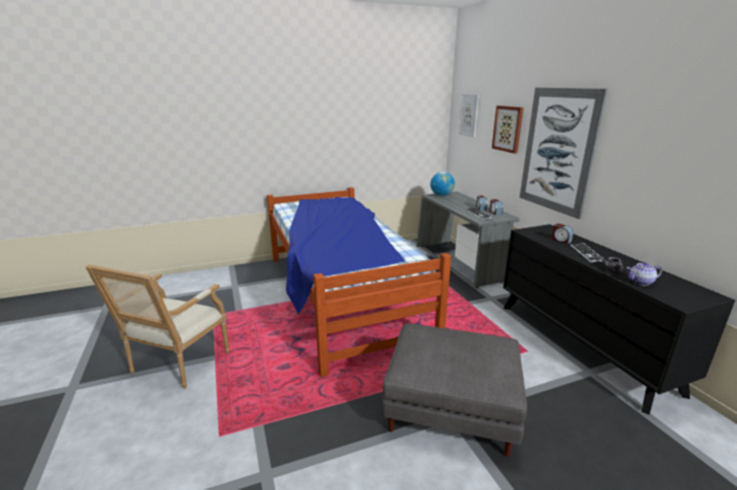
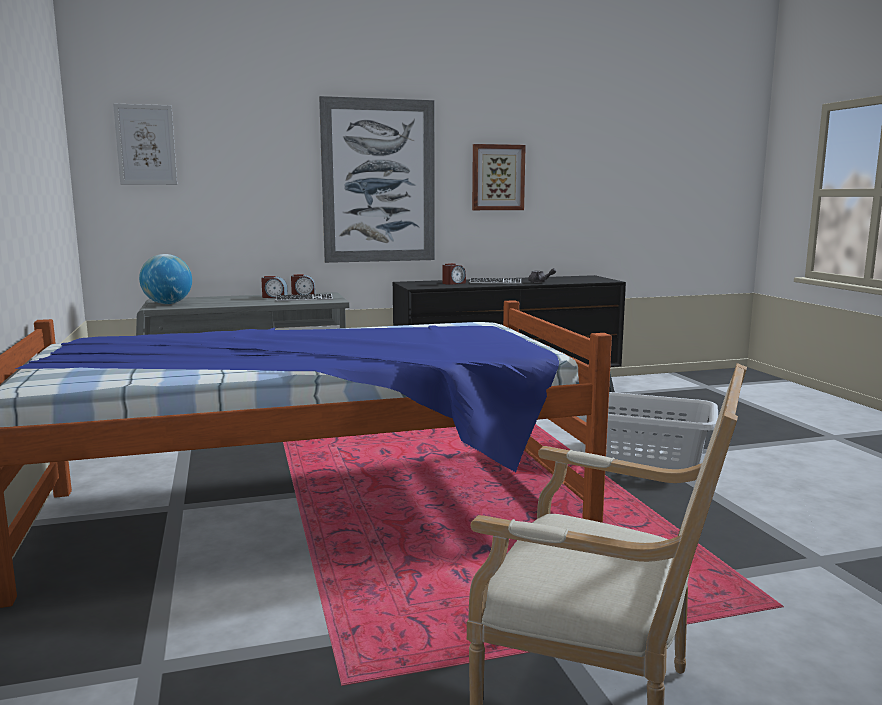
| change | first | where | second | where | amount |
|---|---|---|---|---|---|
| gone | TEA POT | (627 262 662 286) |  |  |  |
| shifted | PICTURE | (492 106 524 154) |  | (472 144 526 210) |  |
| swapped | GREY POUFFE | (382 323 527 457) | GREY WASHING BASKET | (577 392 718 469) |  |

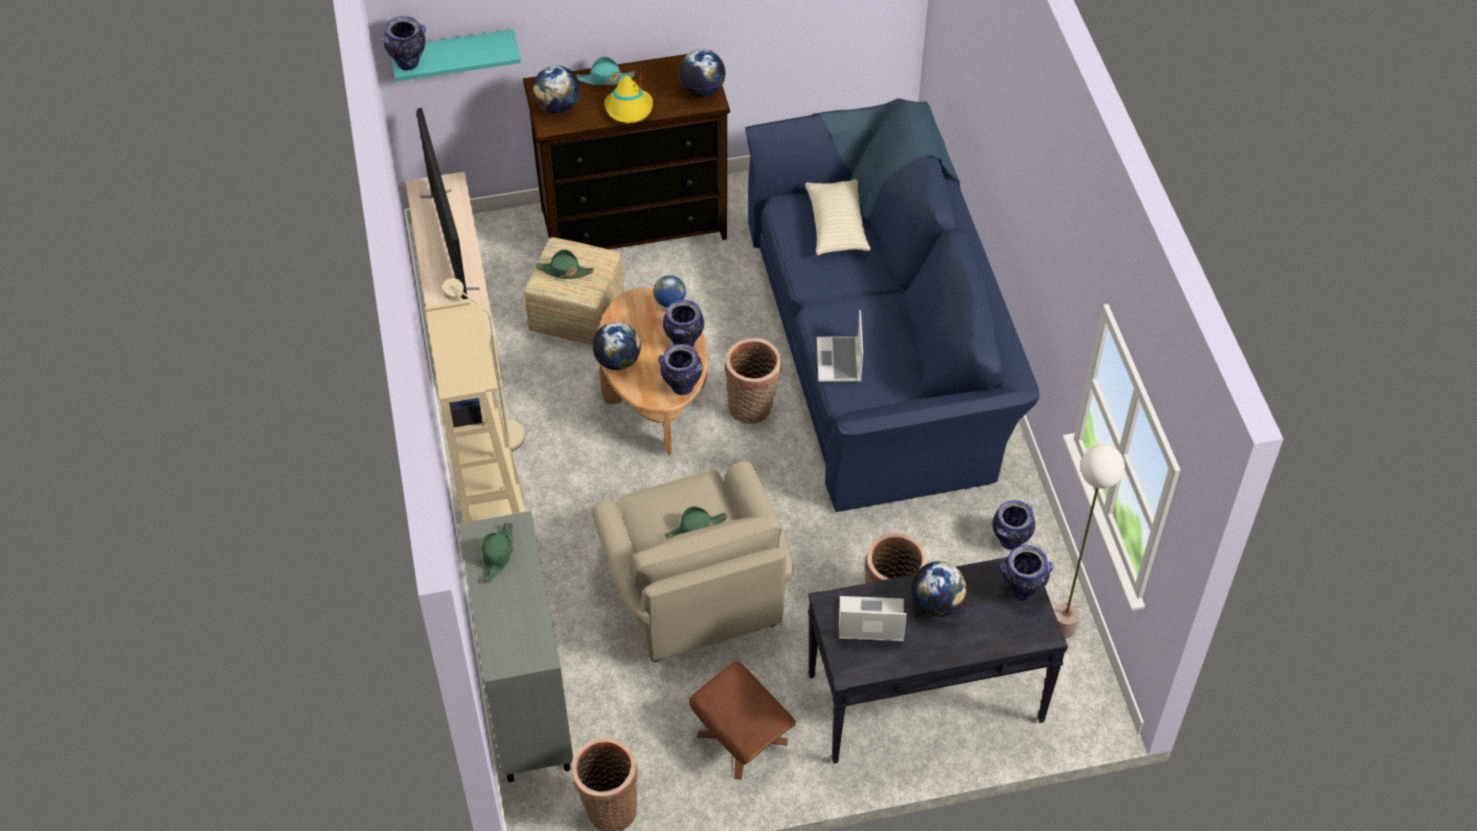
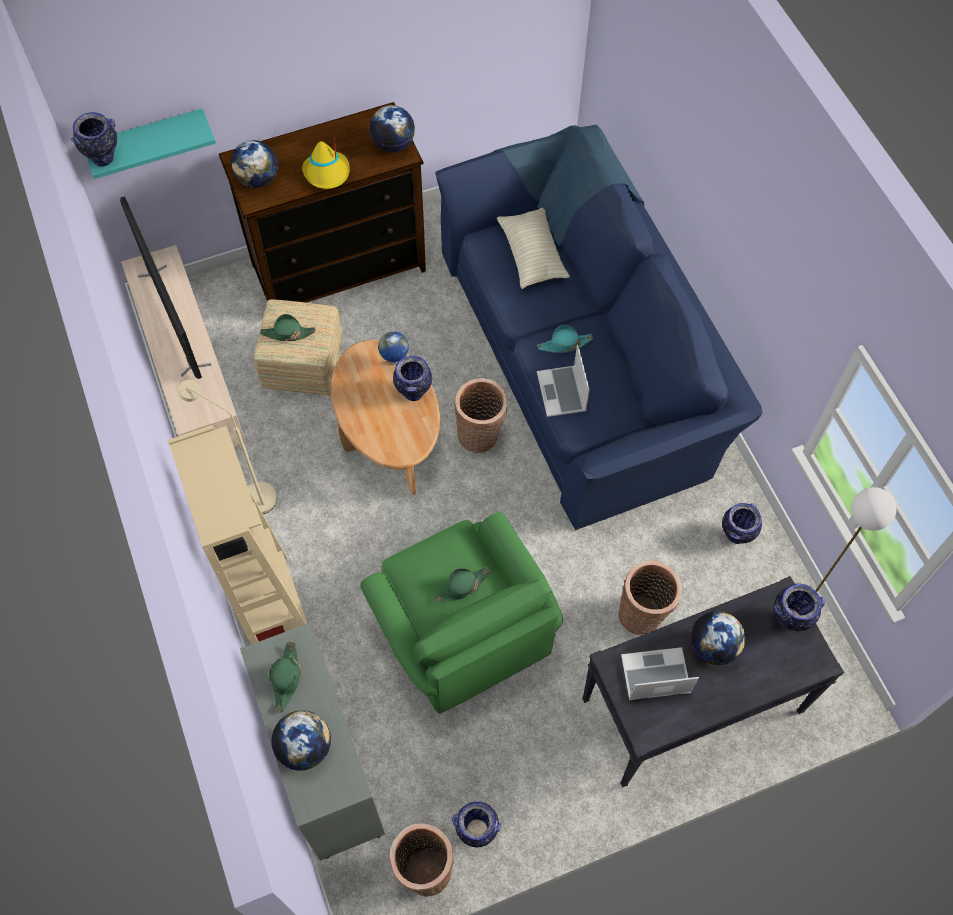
| change | first | where | second | where | amount |
|---|---|---|---|---|---|
| gone | BROWN-COLOURED POUFFE | (689 661 796 779) |  |  |  |
| shifted | BLUE-GREEN HAT | (576 56 635 85) |  | (537 325 593 353) |  |
| shifted | GLOBE | (592 322 641 370) |  | (271 710 331 771) |  |
| shifted | FLOWER VASE | (658 344 703 395) |  | (452 802 501 847) |  |
| repainted | BEIGE-COLOURED EASY CHAIR | (591 461 793 662) | GREEN EASY CHAIR | (360 512 563 714) |  |

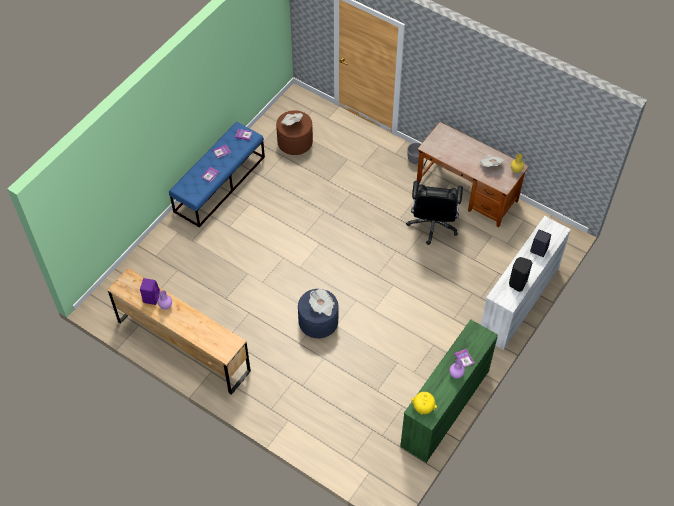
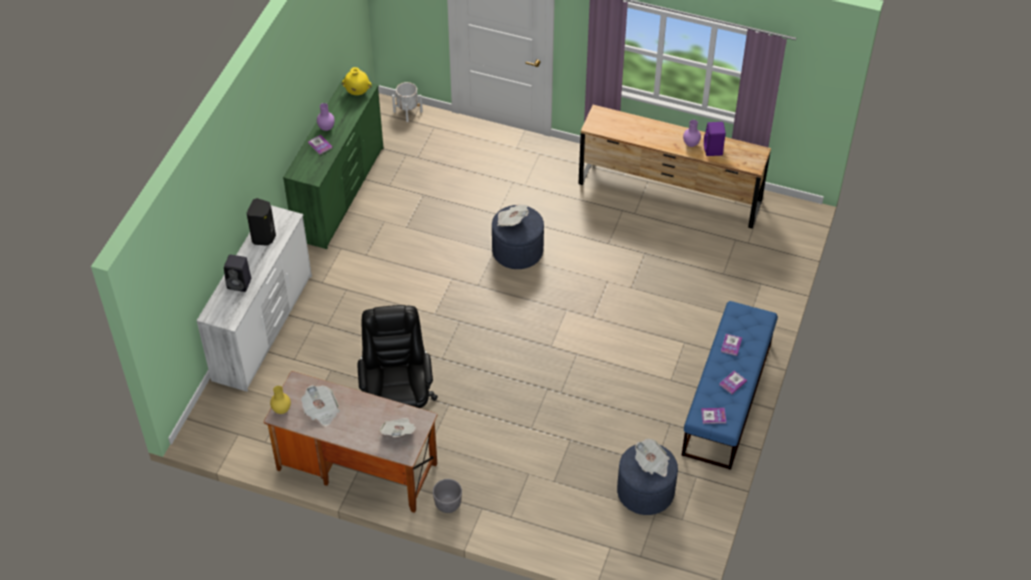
| change | first | where | second | where | amount |
|---|---|---|---|---|---|
| new |  |  | NEWSPAPER | (380 417 417 437) |  |
| new |  |  | WHITE PLANT POT | (392 82 423 122) |  |
| repainted | BROWN-COLOURED POUFFE | (276 110 313 155) | BLUE POUFFE | (617 445 678 515) |  |

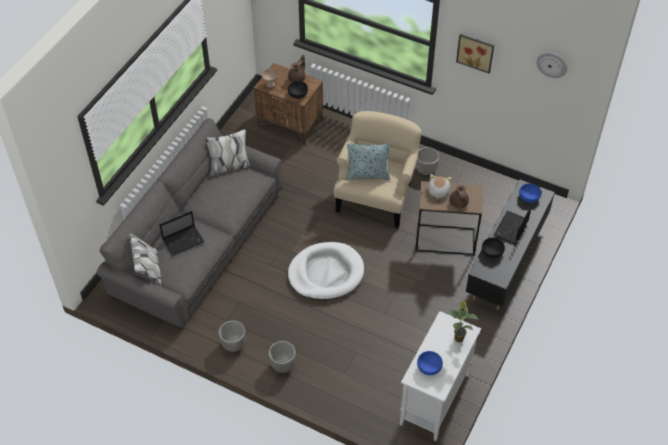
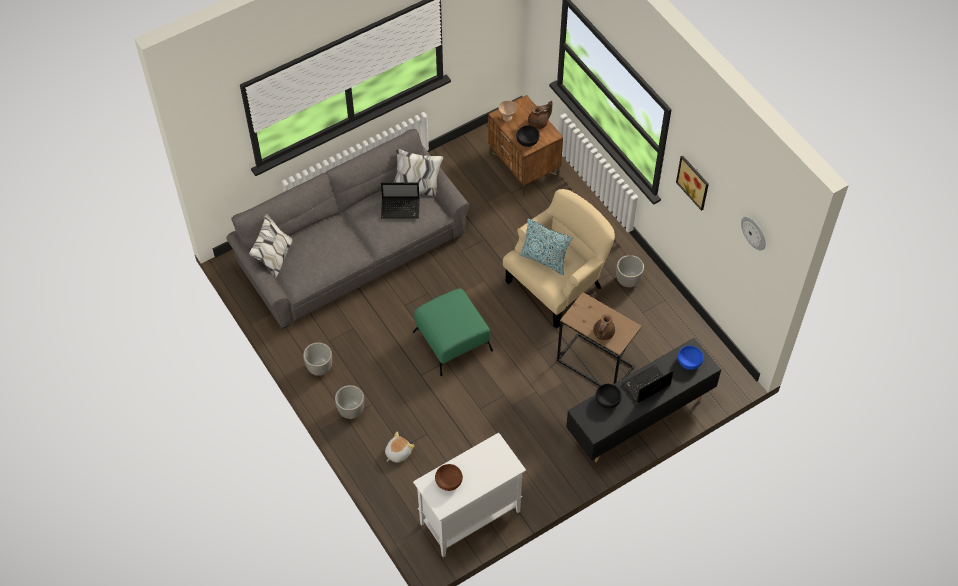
| change | first | where | second | where | amount |
|---|---|---|---|---|---|
| gone | POTTED PLANT | (449 301 478 342) |  |  |  |
| shifted | PORTABLE COMPUTER | (159 211 205 256) |  | (381 182 420 219) |  |
| shifted | SOFT TOY | (428 174 452 199) |  | (385 432 414 463) |  |
| swapped | WHITE DOG CUSHION | (288 242 364 301) | GREEN POUFFE | (413 289 493 376) |  |
| repainted | BLUE BOWL | (417 351 443 375) | BROWN-COLOURED BOWL | (435 464 463 491) |  |

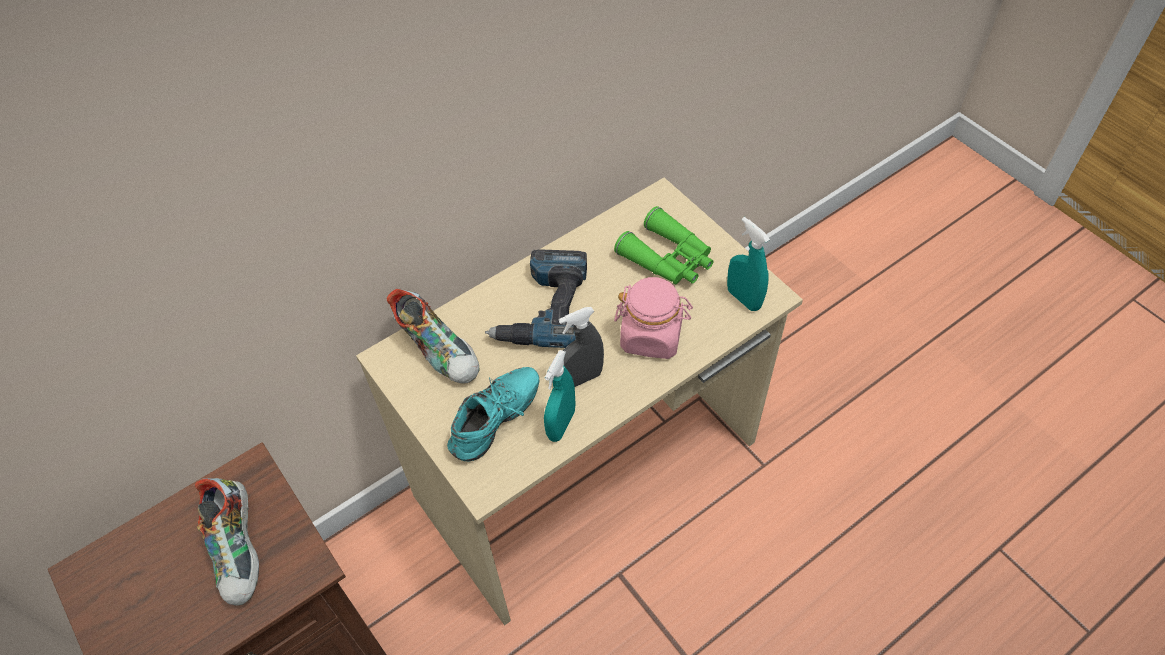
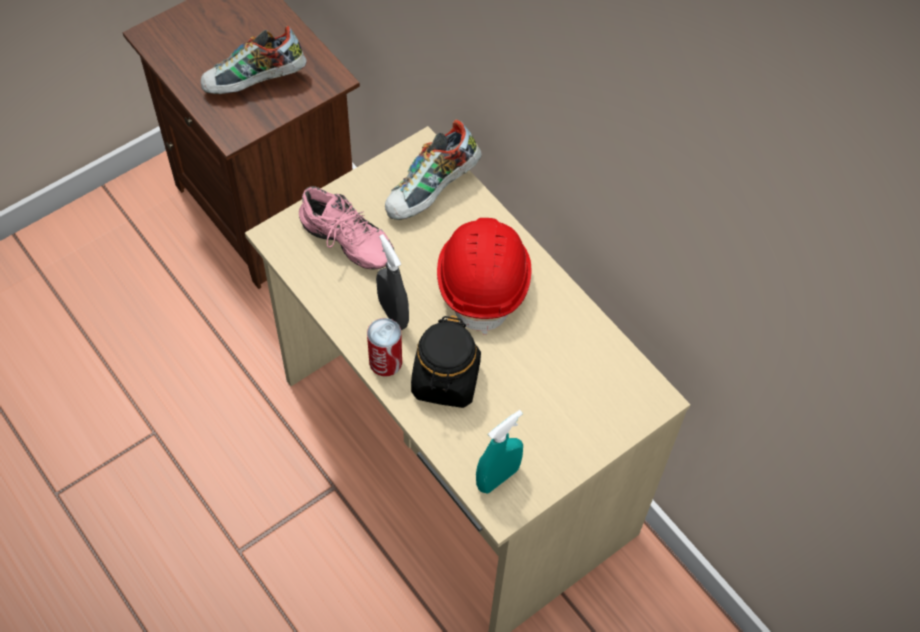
| change | first | where | second | where | amount |
|---|---|---|---|---|---|
| gone | BLUE-GREEN HAND SPRAYER | (544 350 576 442) |  |  |  |
| gone | GREEN BINOCULARS | (614 206 714 284) |  |  |  |
| new |  |  | METAL CAN | (367 318 402 376) |  |
| swapped | POWER DRILL | (485 249 587 348) | RED-COLOURED SAFETY HELMET | (437 218 532 335) |  |
| repainted | BLUE-GREEN LOW SHOE | (447 367 539 461) | PINK LOW SHOE | (299 186 394 269) |  |
| repainted | PINK PRESERVE JAR | (614 277 693 359) | BLACK-COLOURED PRESERVE JAR | (411 315 481 408) |  |

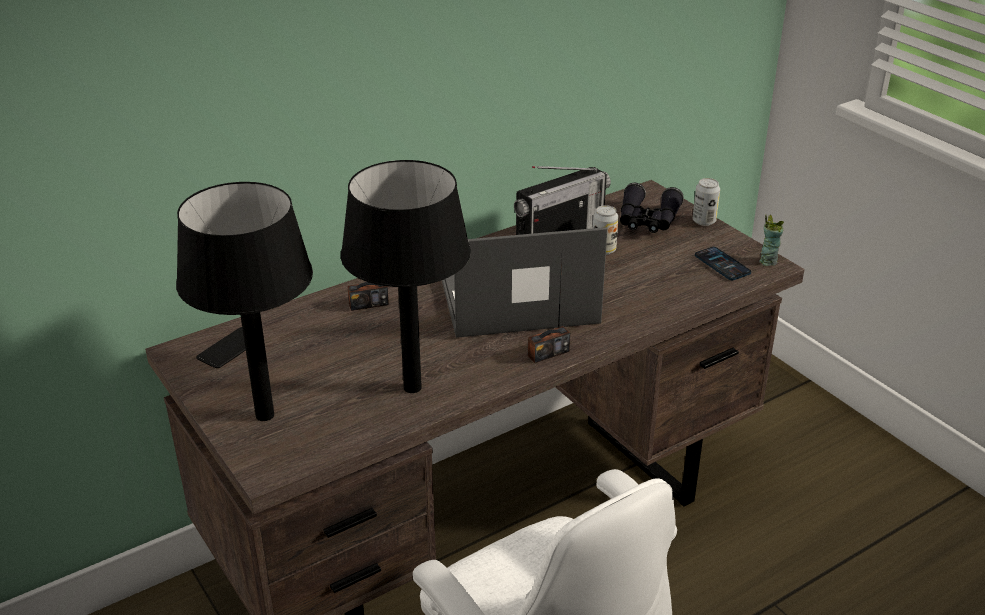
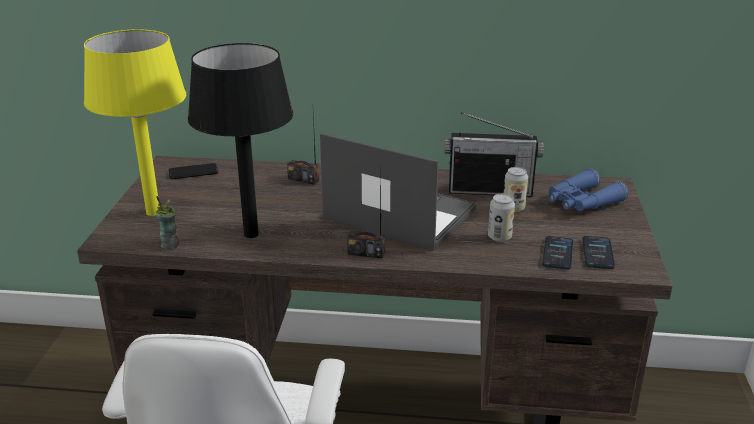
| change | first | where | second | where | amount |
|---|---|---|---|---|---|
| new |  |  | TELEPHONE | (542 236 573 270) |  |
| shifted | METAL CAN | (693 178 720 226) |  | (488 194 515 242) |  |
| shifted | DRINKING CUP | (759 214 784 266) |  | (156 196 179 250) |  |
| repainted | BLACK-COLOURED TABLE LAMP | (176 182 313 421) | YELLOW-COLOURED TABLE LAMP | (84 29 186 216) |  |
| repainted | BLACK-COLOURED BINOCULARS | (620 183 684 233) | BLUE BINOCULARS | (548 168 628 211) |  |

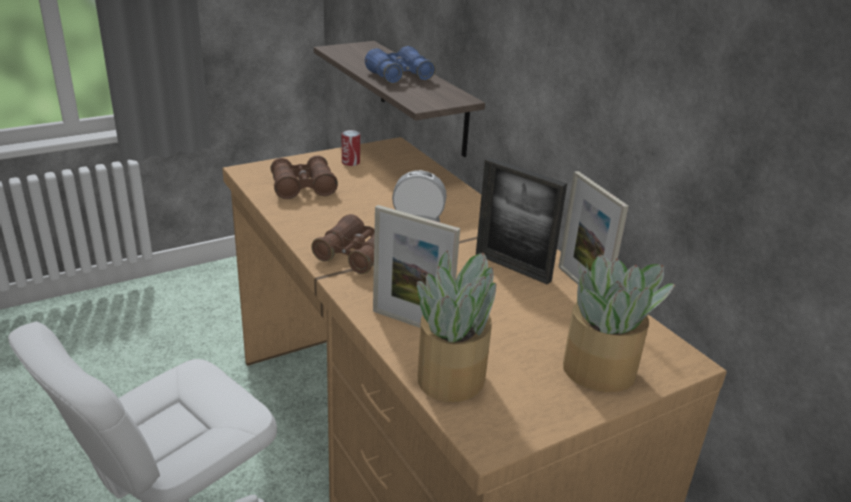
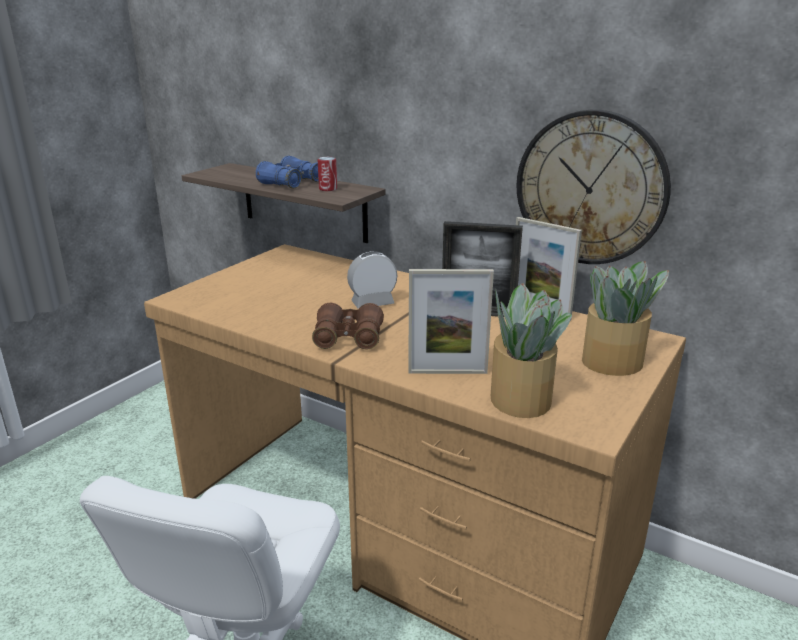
| change | first | where | second | where | amount |
|---|---|---|---|---|---|
| gone | BROWN-COLOURED BINOCULARS | (271 155 338 199) |  |  |  |
| new |  |  | WALL CLOCK | (517 110 671 264) |  |
| shifted | METAL CAN | (342 130 360 166) |  | (318 157 337 191) |  |

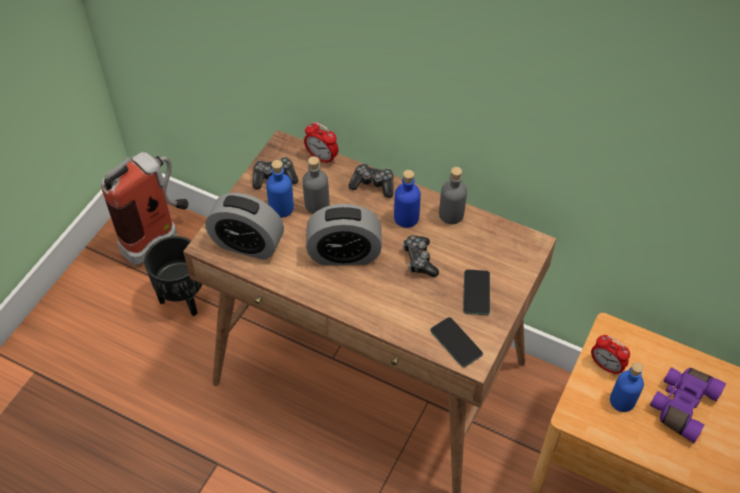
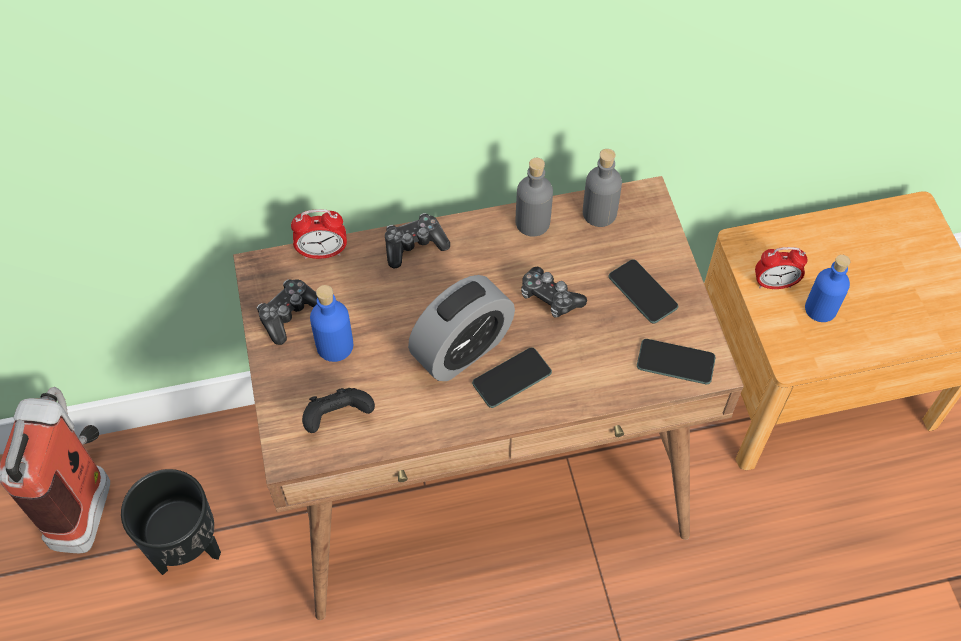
| change | first | where | second | where | amount |
|---|---|---|---|---|---|
| gone | BLUE DRINK BOTTLE | (394 170 421 228) |  |  |  |
| gone | PURPLISH BINOCULARS | (650 367 726 443) |  |  |  |
| new |  |  | TELEPHONE | (472 347 552 408) |  |
| shifted | GREY DRINK BOTTLE | (302 156 329 214) |  | (583 149 622 227) |  |
| swapped | TABLE CLOCK | (205 193 284 260) | BLACK-COLOURED JOYPAD | (302 388 375 433) |  |

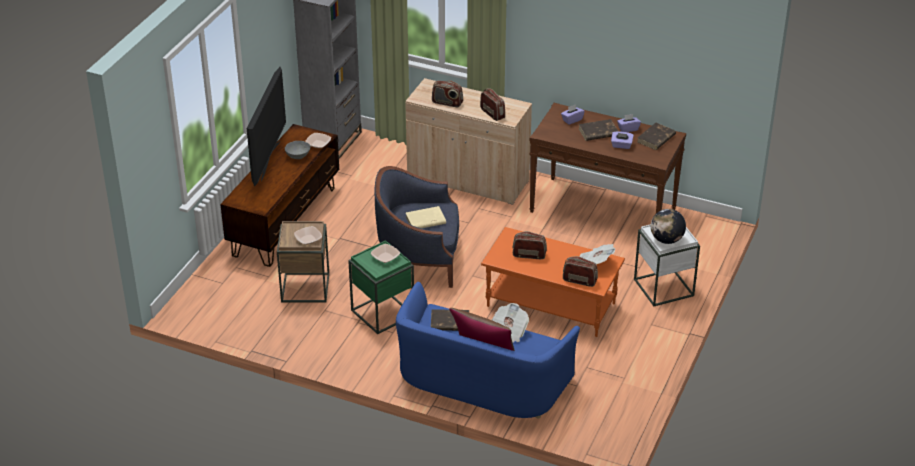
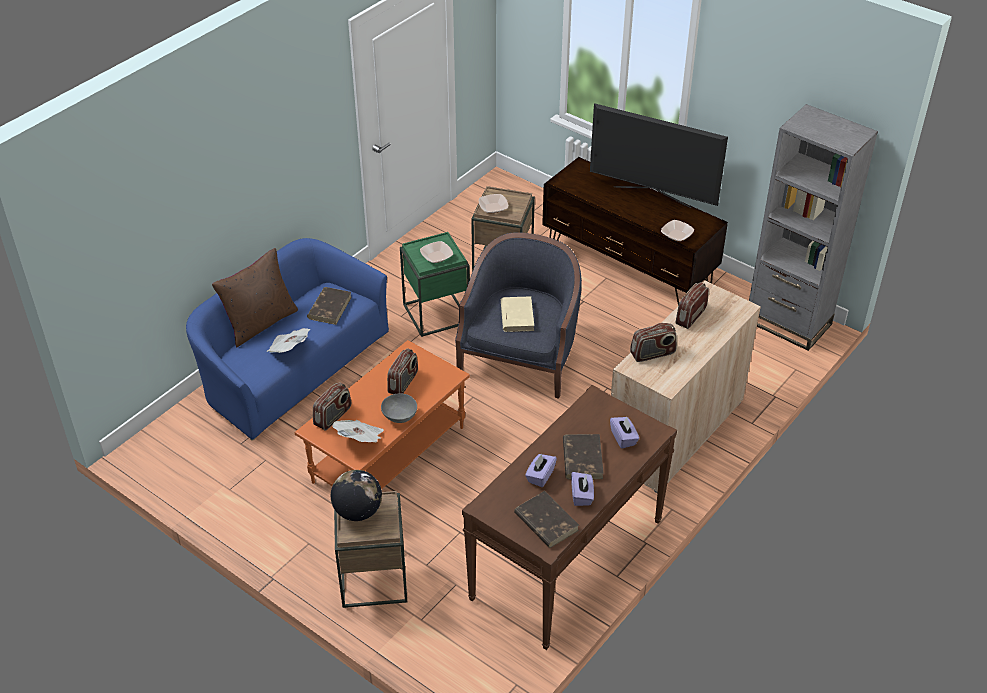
| change | first | where | second | where | amount |
|---|---|---|---|---|---|
| shifted | GREY BOWL | (285 141 310 159) |  | (381 393 417 423) |  |
| repainted | WHITE ACCENT TABLE | (634 224 700 306) | BROWN-COLOURED ACCENT TABLE | (334 491 407 608) |  |

